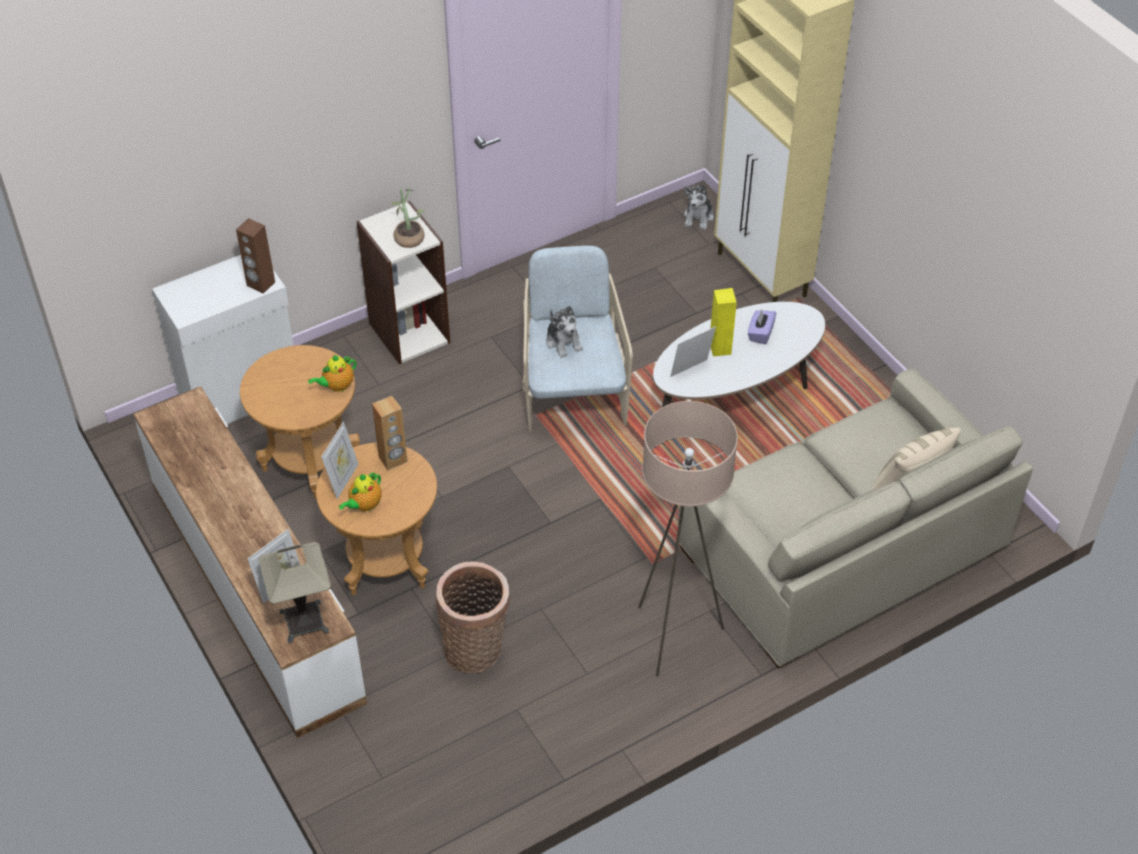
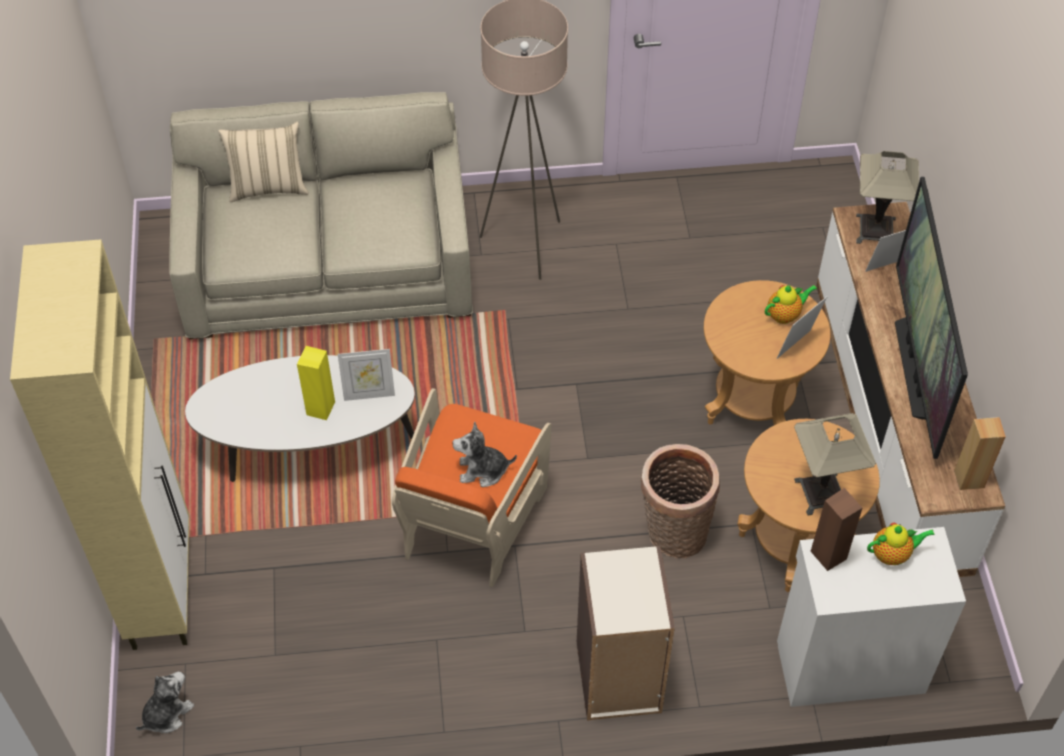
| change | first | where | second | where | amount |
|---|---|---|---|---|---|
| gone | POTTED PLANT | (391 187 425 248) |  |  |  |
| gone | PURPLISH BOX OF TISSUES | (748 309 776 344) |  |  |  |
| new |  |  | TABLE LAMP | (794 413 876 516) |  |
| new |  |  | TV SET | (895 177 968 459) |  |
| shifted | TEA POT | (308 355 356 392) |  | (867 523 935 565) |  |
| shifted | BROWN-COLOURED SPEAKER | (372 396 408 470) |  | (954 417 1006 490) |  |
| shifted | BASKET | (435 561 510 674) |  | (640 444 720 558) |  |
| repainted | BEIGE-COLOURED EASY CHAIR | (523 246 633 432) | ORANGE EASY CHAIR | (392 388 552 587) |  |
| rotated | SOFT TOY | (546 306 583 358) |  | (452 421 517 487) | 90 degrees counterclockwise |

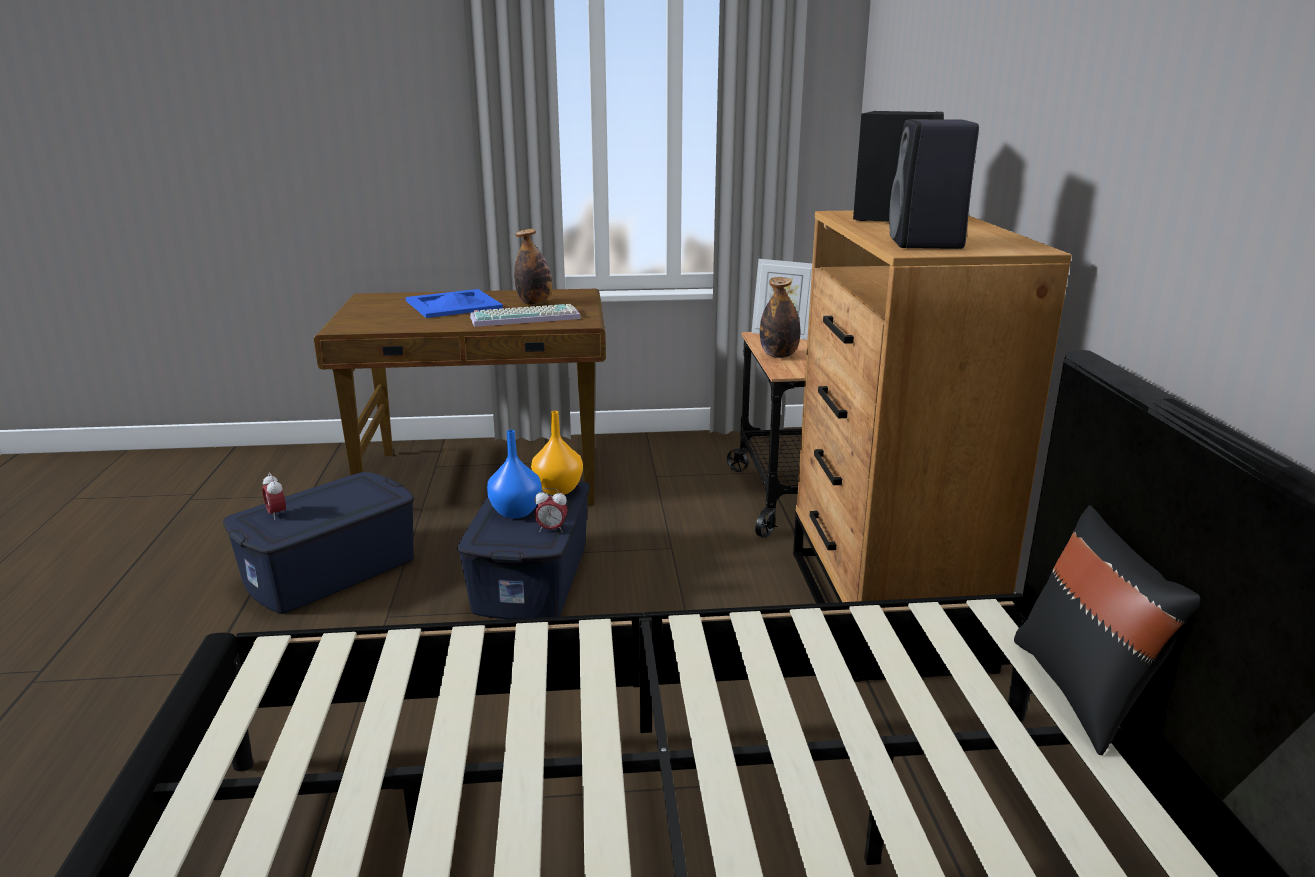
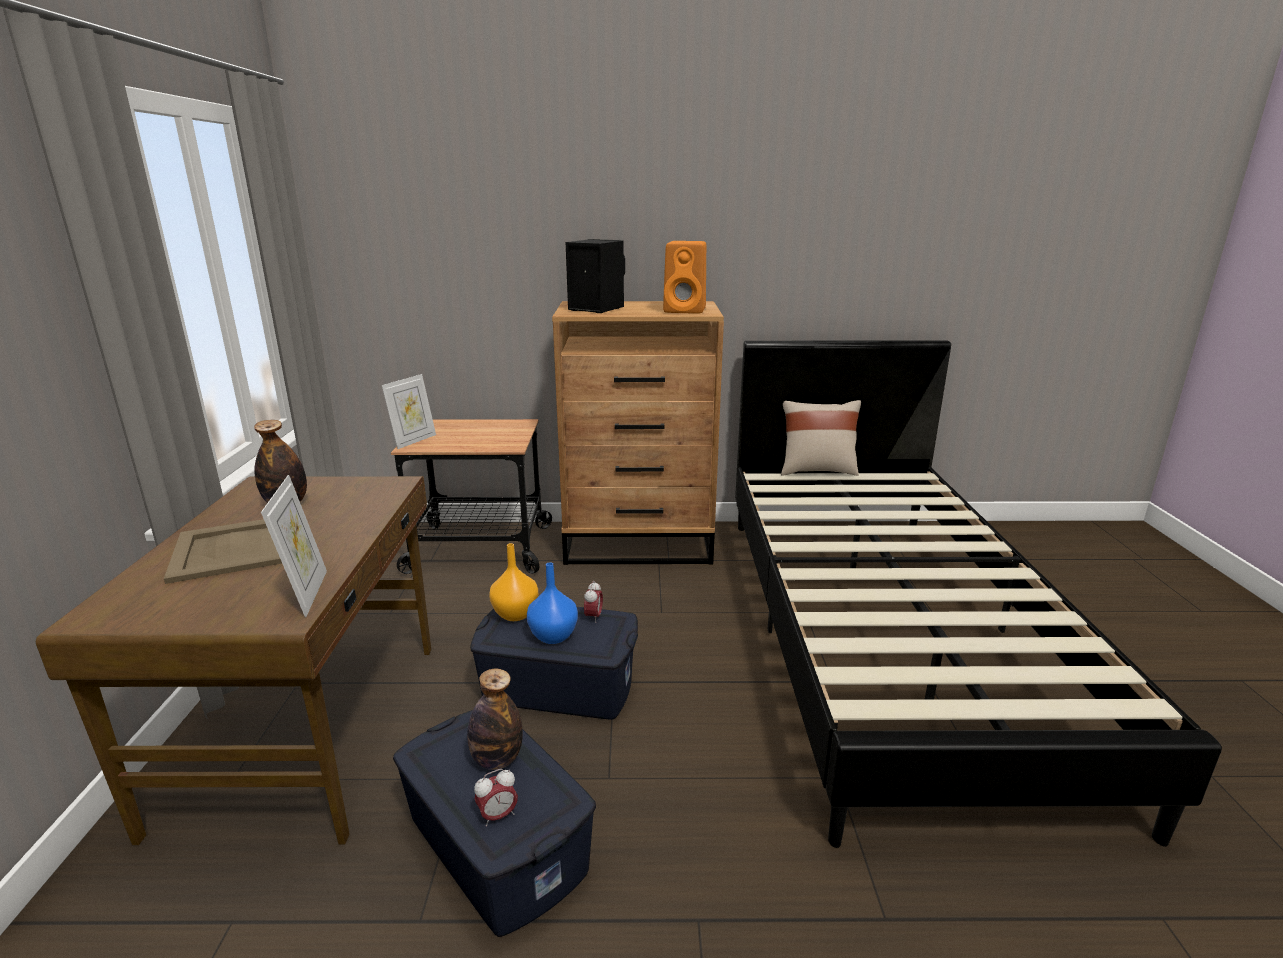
| change | first | where | second | where | amount |
|---|---|---|---|---|---|
| gone | KEYBOARD | (470 304 581 327) |  |  |  |
| new |  |  | PHOTO FRAME | (261 475 327 617) |  |
| shifted | DRINK BOTTLE | (760 277 800 358) |  | (467 669 523 770) |  |
| repainted | BLUE TRAY | (405 289 503 318) | BEIGE-COLOURED TRAY | (164 519 282 584) |  |
| repainted | BLACK-COLOURED SPEAKER | (889 119 979 249) | ORANGE SPEAKER | (663 241 706 314) |  |
| repainted | BLACK-COLOURED THROW PILLOW | (1014 505 1200 755) | BEIGE-COLOURED THROW PILLOW | (781 400 861 476) |  |

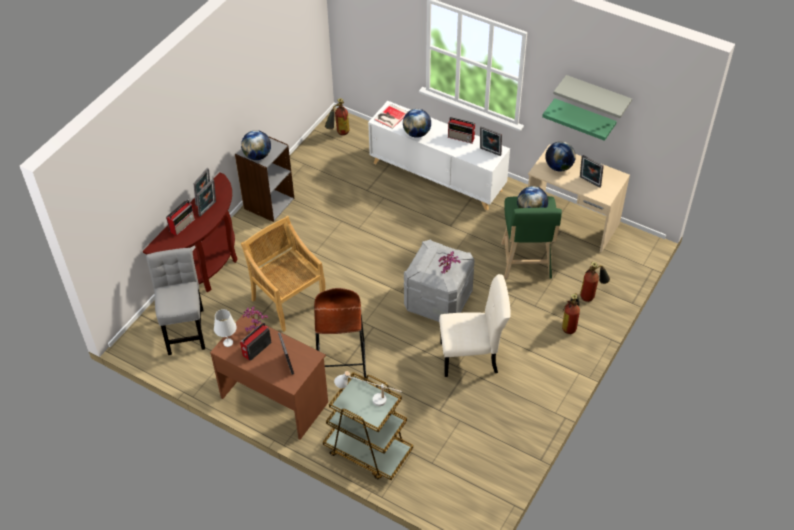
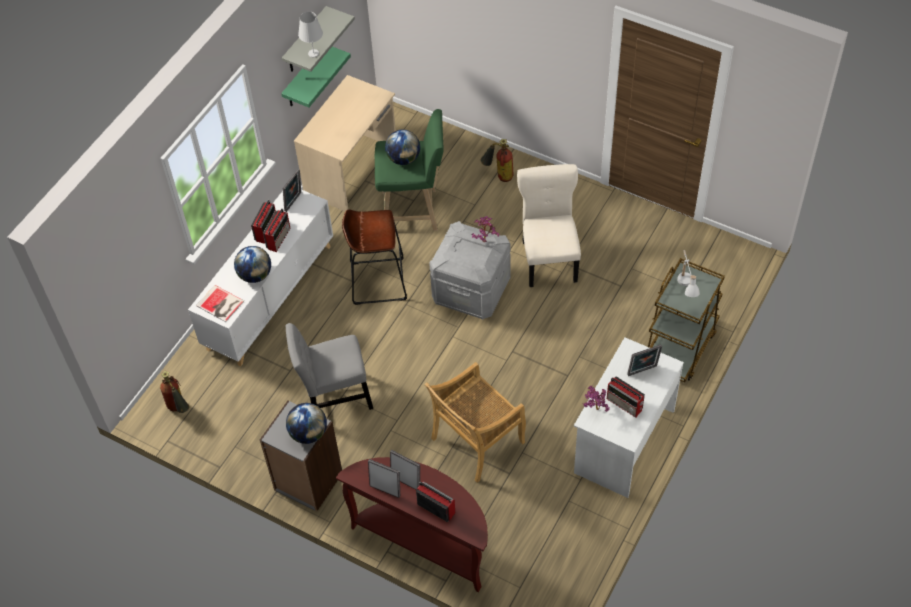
| change | first | where | second | where | amount |
|---|---|---|---|---|---|
| gone | GLOBE | (545 141 576 171) |  |  |  |
| gone | PHOTO FRAME | (580 155 604 187) |  |  |  |
| gone | FIRE EXTINGUISHER | (580 262 610 302) |  |  |  |
| new |  |  | RADIO | (263 208 291 252) |  |
| shifted | GREY UPRIGHT CHAIR | (146 248 205 355) |  | (286 323 373 410) |  |
| shifted | WHITE TABLE LAMP | (214 309 237 347) |  | (298 11 323 58) |  |
| shifted | BROWN-COLOURED STOOL | (314 288 366 380) |  | (342 210 407 305) |  |
| repainted | BROWN-COLOURED DESK TABLE | (210 314 328 440) | WHITE DESK TABLE | (574 337 684 498) |  |

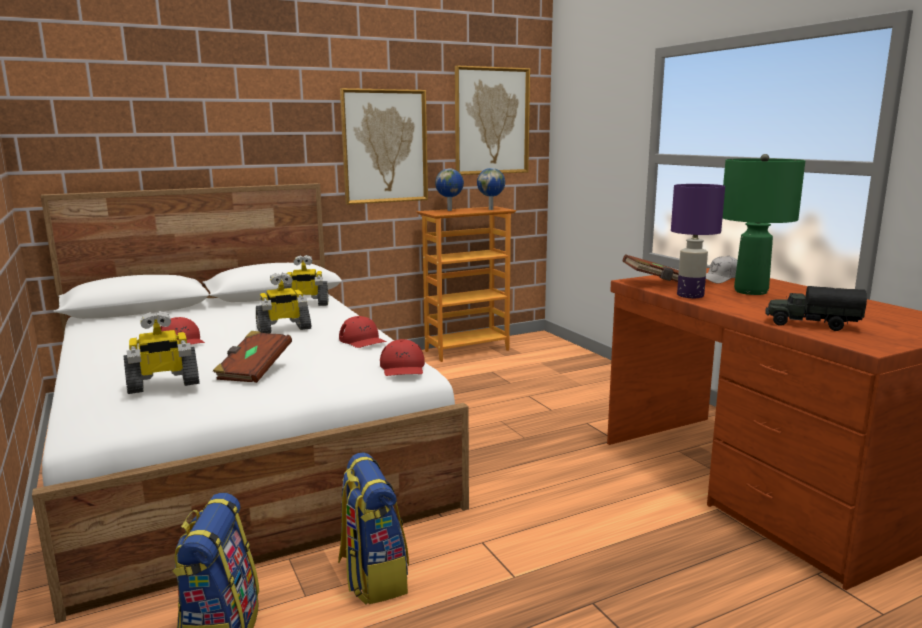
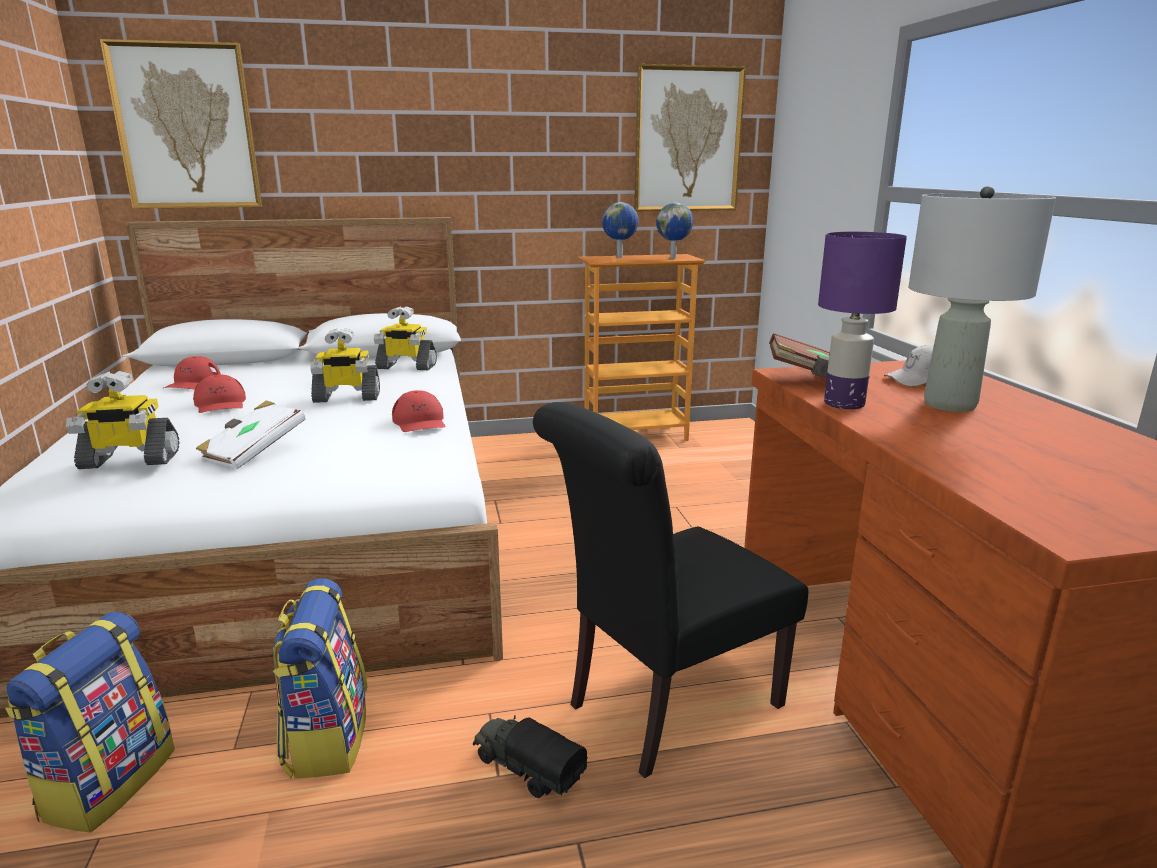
| change | first | where | second | where | amount |
|---|---|---|---|---|---|
| new |  |  | BLACK-COLOURED UPRIGHT CHAIR | (533 402 808 778) |  |
| shifted | PICTURE | (340 88 428 205) |  | (100 39 262 209) |  |
| shifted | RED-COLOURED BASEBALL CAP | (380 339 425 376) |  | (164 356 221 389) |  |
| shifted | TOY TRUCK | (765 286 867 331) |  | (473 715 587 798) |  |
| repainted | BROWN-COLOURED VOLUME | (213 331 292 383) | WHITE VOLUME | (196 401 306 469) |  |
| repainted | GREEN TABLE LAMP | (723 154 805 295) | GREY TABLE LAMP | (908 186 1056 412) |  |

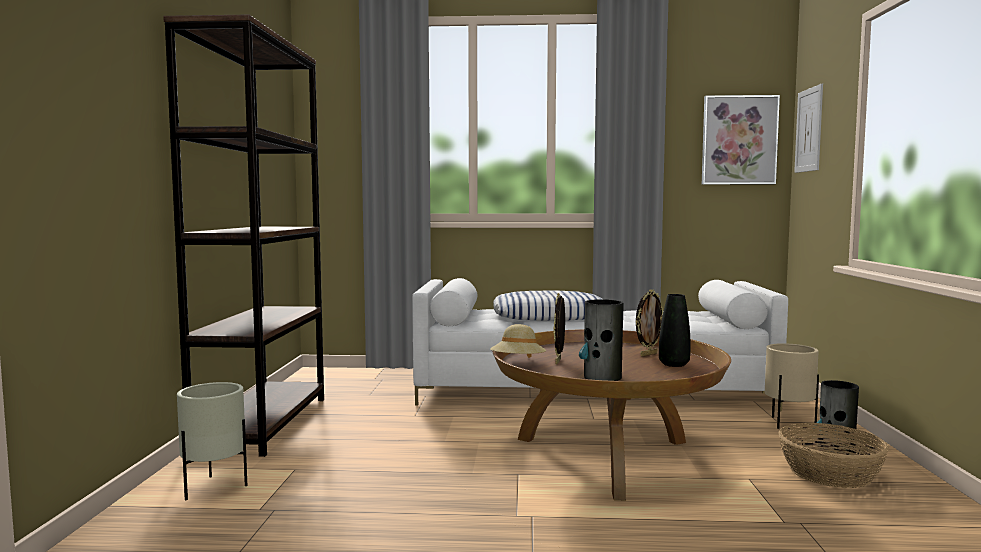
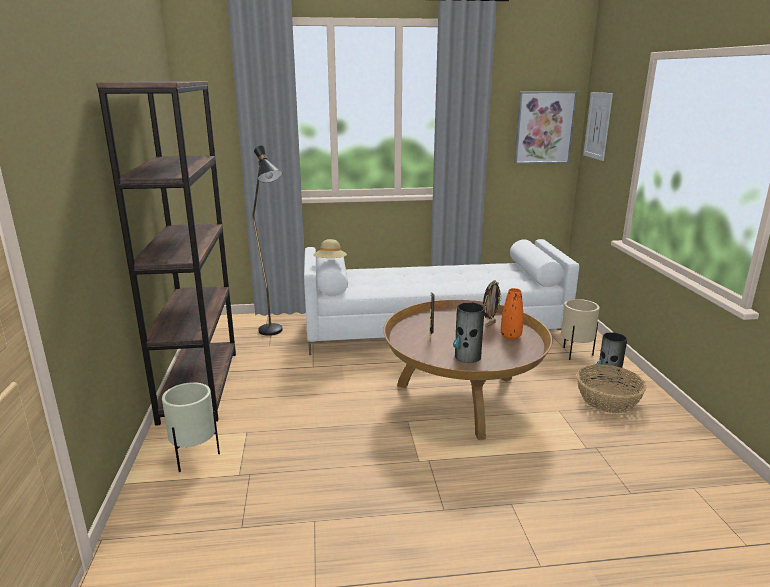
| change | first | where | second | where | amount |
|---|---|---|---|---|---|
| gone | THROW PILLOW | (493 291 602 321) |  |  |  |
| new |  |  | BLACK-COLOURED STANDING LAMP | (253 146 283 336) |  |
| shifted | BEIGE-COLOURED HAT | (490 324 546 358) |  | (313 239 347 258) |  |
| repainted | BLACK-COLOURED FLOWER VASE | (659 294 690 367) | ORANGE FLOWER VASE | (501 288 523 339) |  |

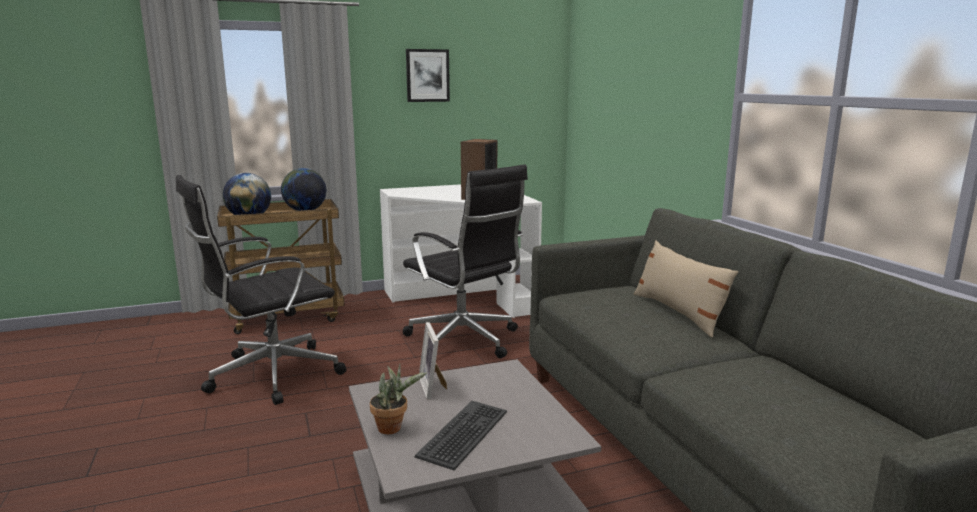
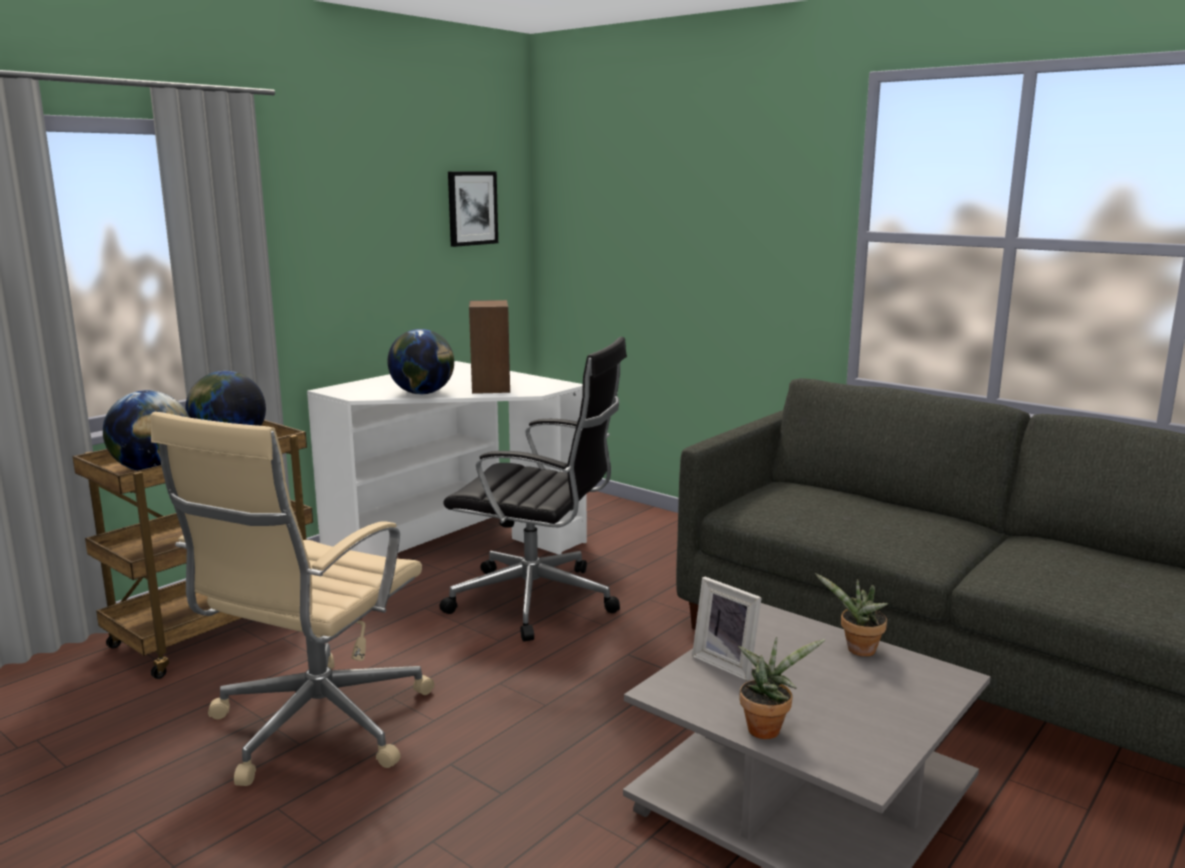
| change | first | where | second | where | amount |
|---|---|---|---|---|---|
| gone | KEYBOARD | (415 401 507 470) |  |  |  |
| gone | BEIGE-COLOURED THROW PILLOW | (634 240 739 337) |  |  |  |
| new |  |  | GLOBE | (387 329 454 394) |  |
| new |  |  | POTTED PLANT | (815 573 888 656) |  |
| shifted | PICTURE | (406 49 450 102) |  | (448 172 498 247) |  |
| repainted | BLACK-COLOURED DESK CHAIR | (176 175 347 405) | BEIGE-COLOURED DESK CHAIR | (150 412 434 786) |  |

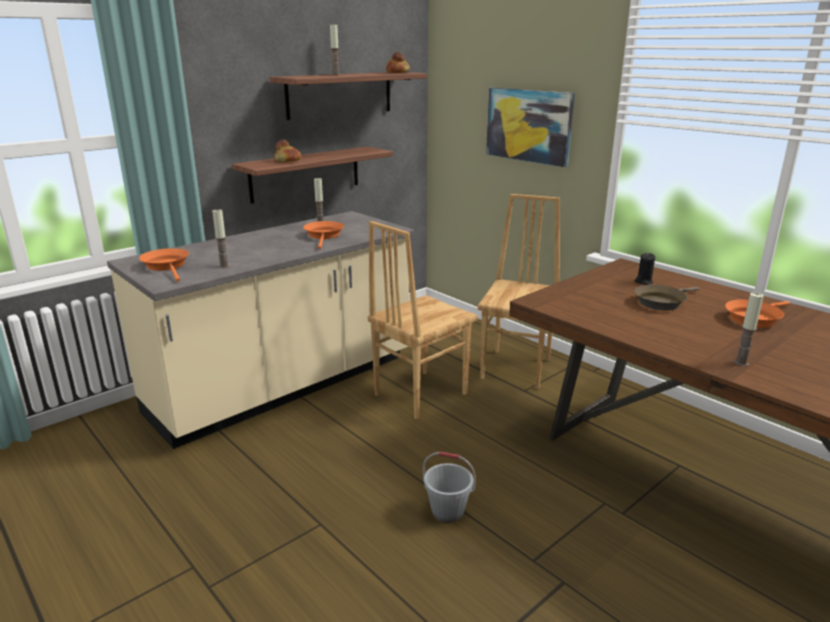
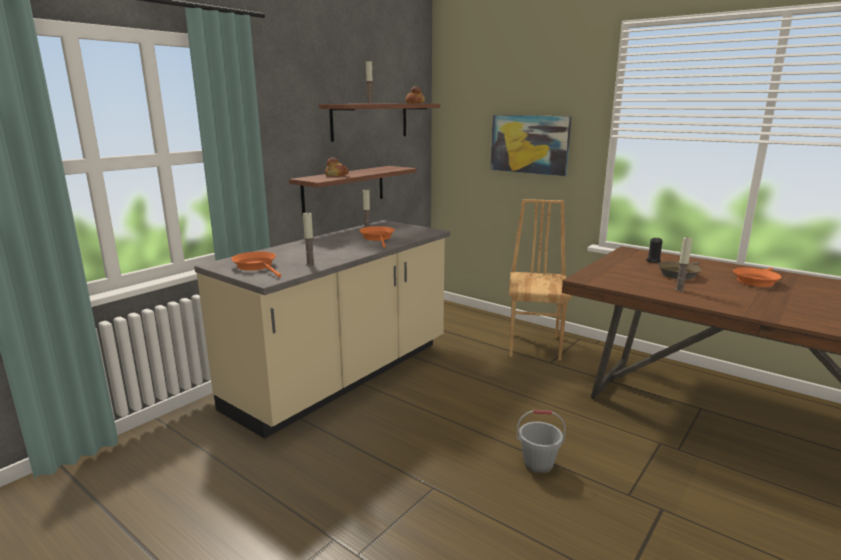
| change | first | where | second | where | amount |
|---|---|---|---|---|---|
| gone | BROWN-COLOURED UPRIGHT CHAIR | (368 221 478 420) |  |  |  |
| shifted | CANDLE | (734 293 764 366) |  | (675 237 692 291) |  |

